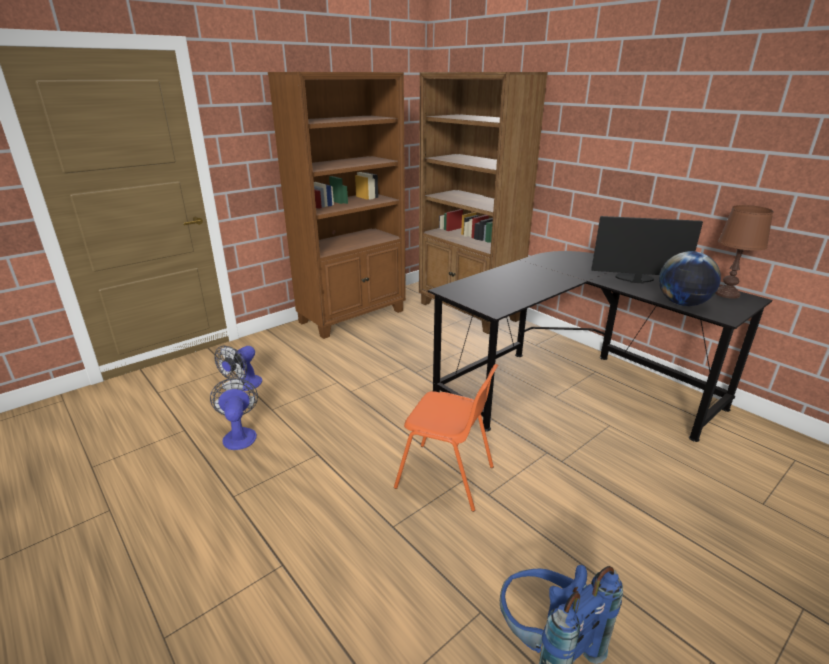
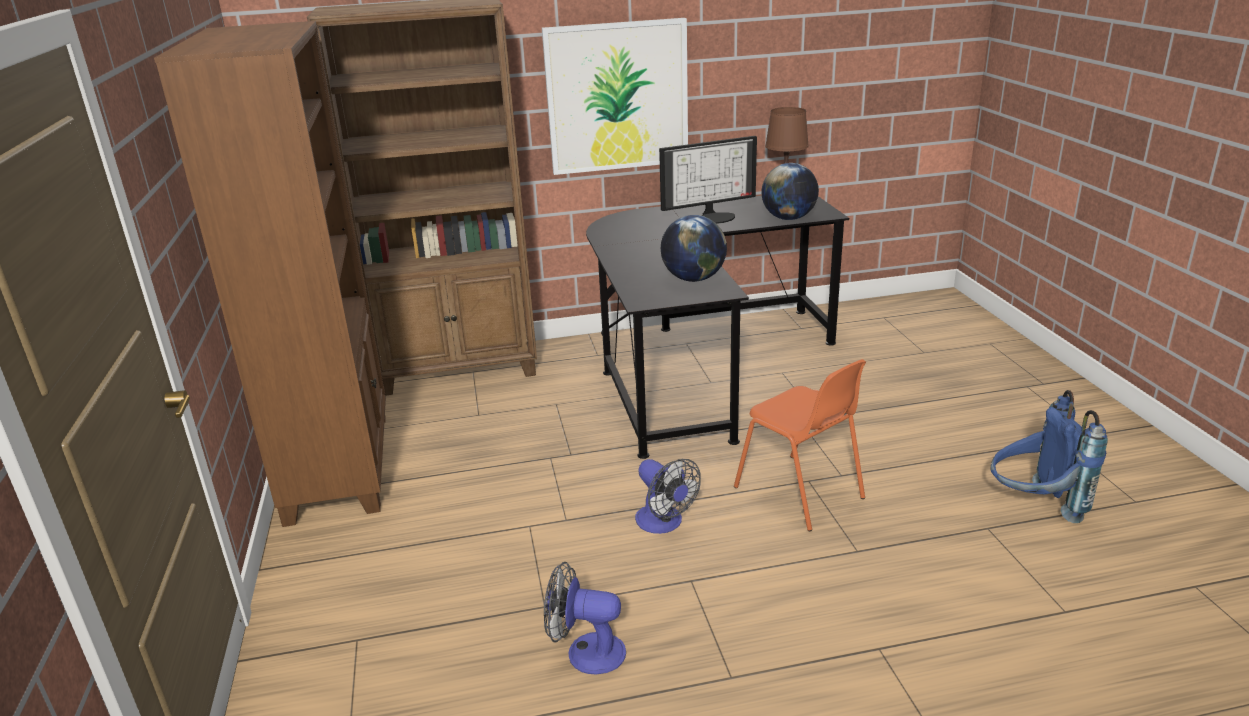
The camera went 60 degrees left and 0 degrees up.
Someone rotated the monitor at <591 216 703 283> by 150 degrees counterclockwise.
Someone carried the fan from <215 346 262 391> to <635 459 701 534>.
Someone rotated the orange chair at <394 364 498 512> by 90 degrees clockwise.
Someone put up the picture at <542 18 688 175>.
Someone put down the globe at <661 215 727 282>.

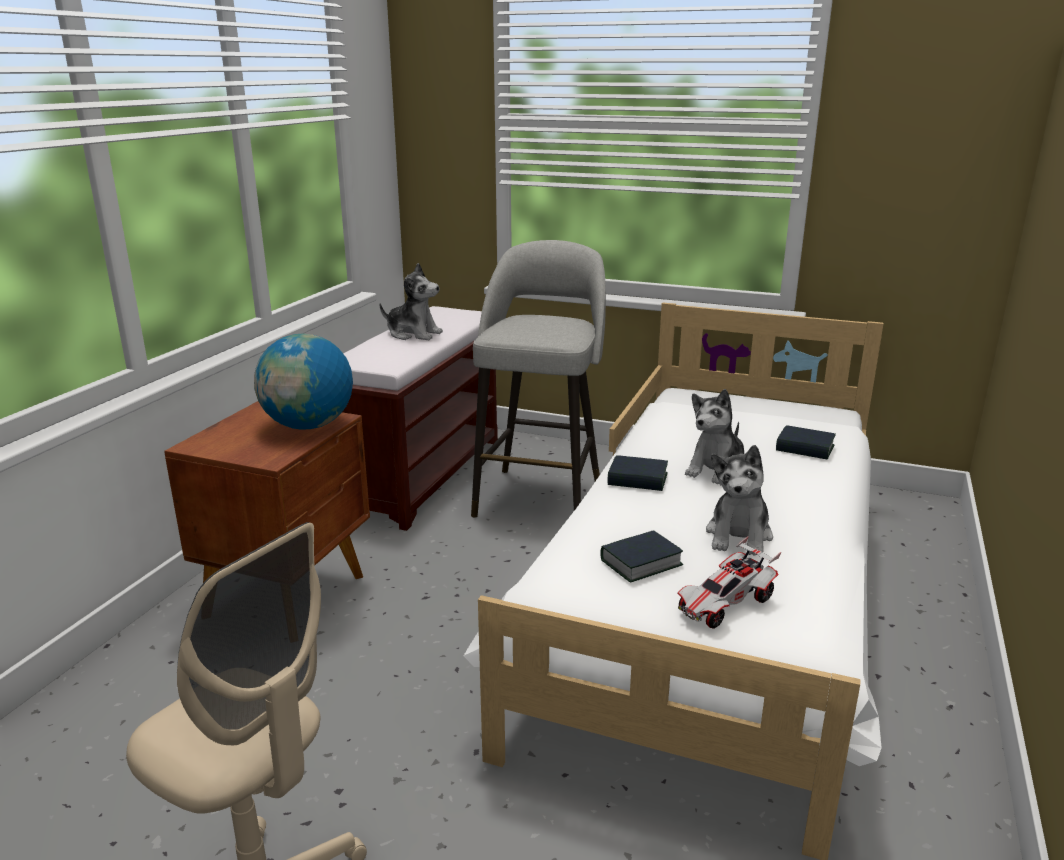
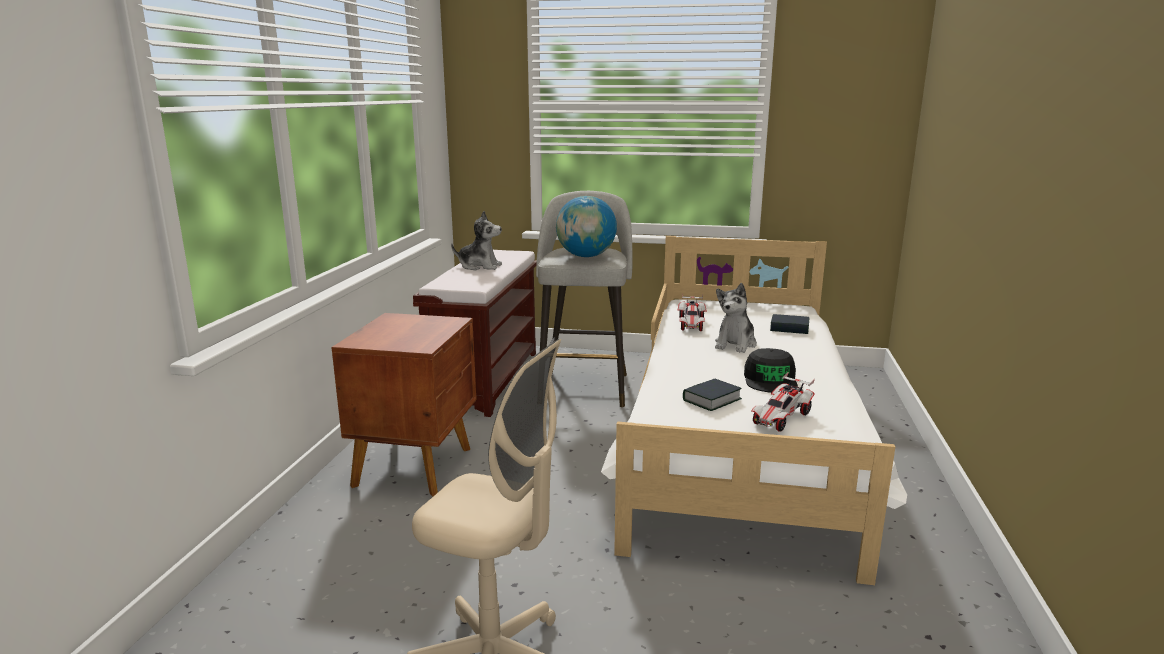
The camera went 10 degrees left and 5 degrees down.
Someone carried the globe from <254 334 353 430> to <556 196 617 257>.
Someone swapped the plush toy at <706 445 773 556> for the black cap at <744 348 798 393>.
Someone took away the book at <608 455 668 491>.
Someone put down the toy car at <678 293 707 331>.

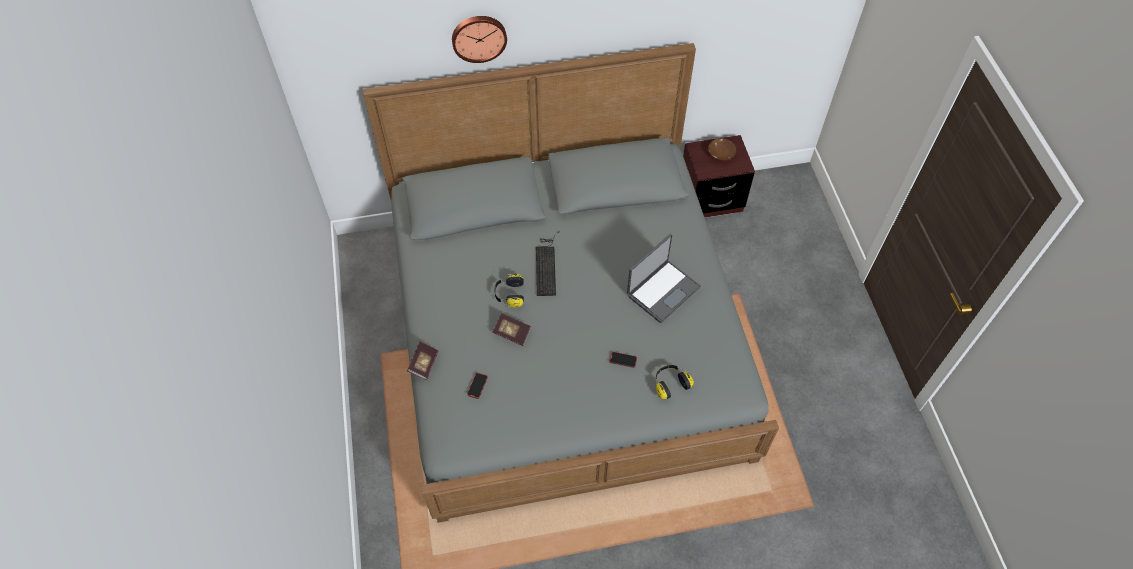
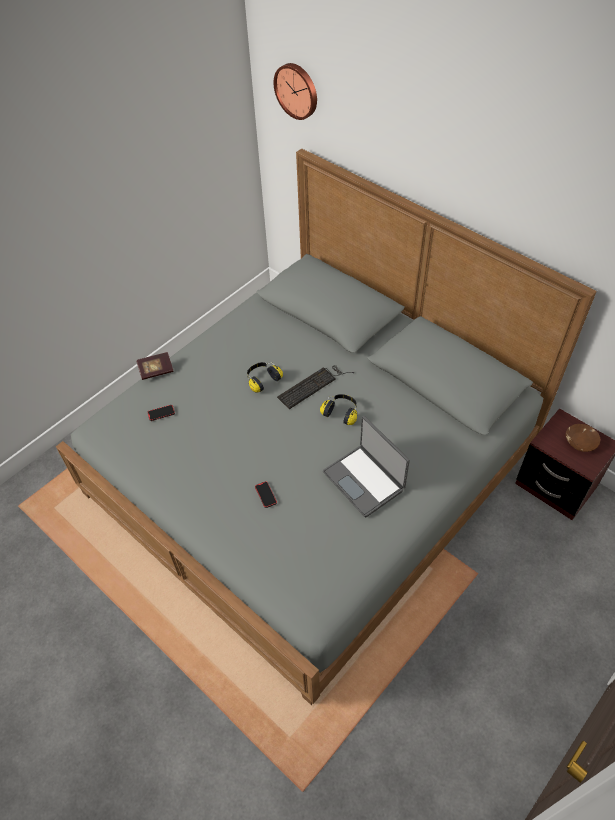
The camera went 55 degrees right and 5 degrees down.
Someone carried the wall clock from <452 16 507 63> to <274 63 317 120>.
Someone rotated the laptop at <627 234 701 323> by 45 degrees clockwise.
Someone took away the book at <493 313 531 346>.
Someone carried the headphones from <656 365 694 399> to <320 394 357 425>.

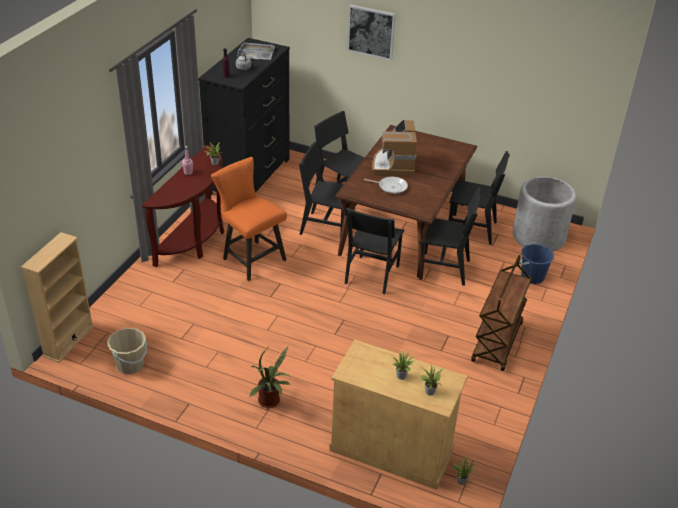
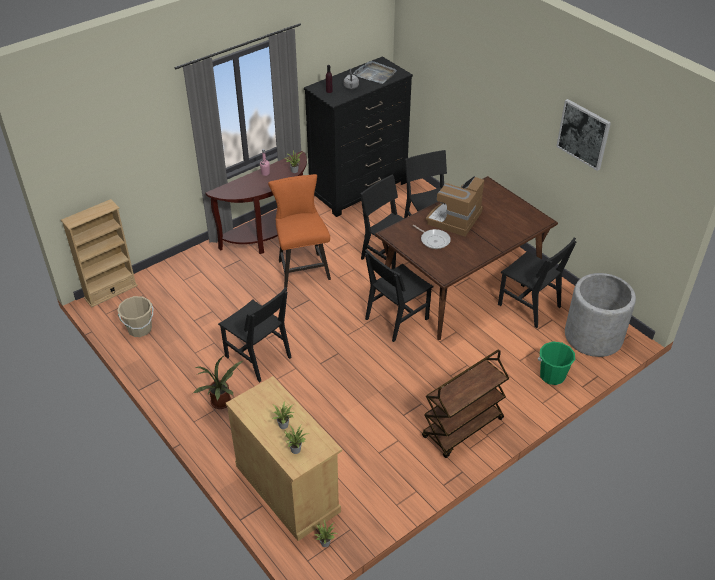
The camera went 30 degrees right and 5 degrees up.
Someone carried the picture from <347 4 396 60> to <556 99 611 171>.
Someone carried the black chair from <417 187 482 286> to <218 287 292 382>.
Someone repainted the blue bucket at <519 244 554 284>, which became the green bucket at <538 342 575 385>.

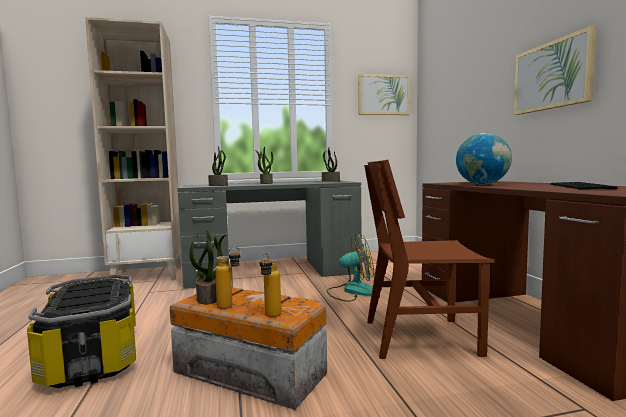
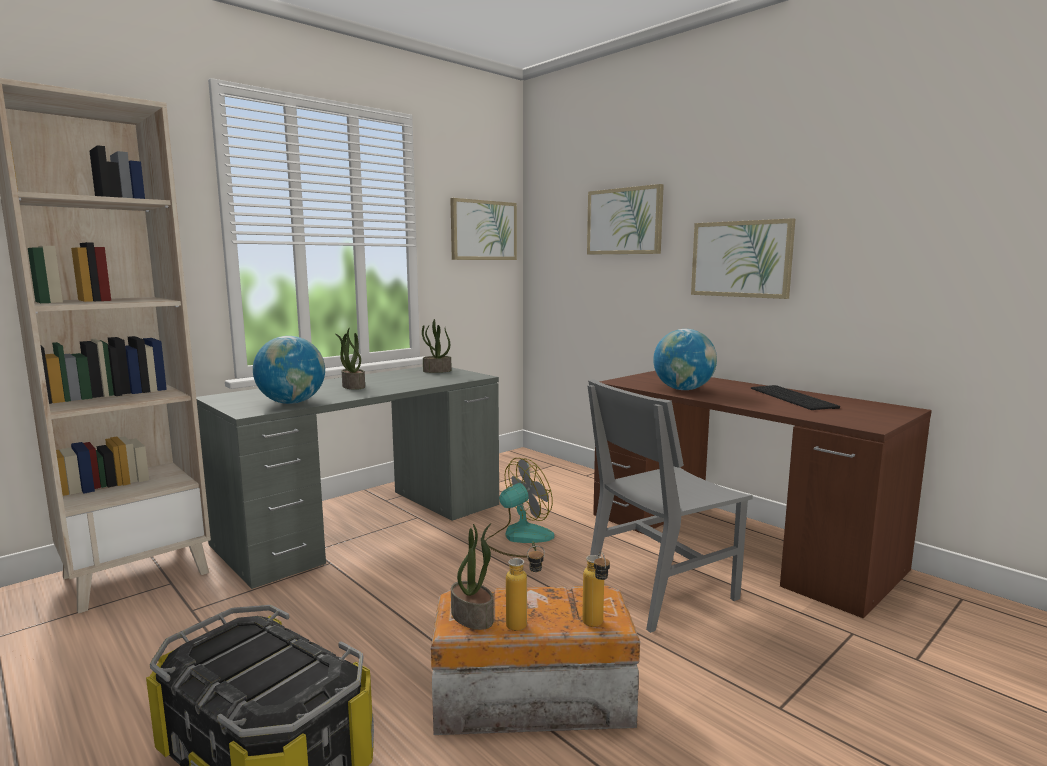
The camera went 30 degrees left and 5 degrees up.
Someone swapped the potted plant at <208 147 228 186> for the globe at <253 336 325 404>.
Someone repainted the brown chair at <364 160 495 359>, which became the grey chair at <588 379 753 633>.
Someone put up the picture at <587 184 664 254>.

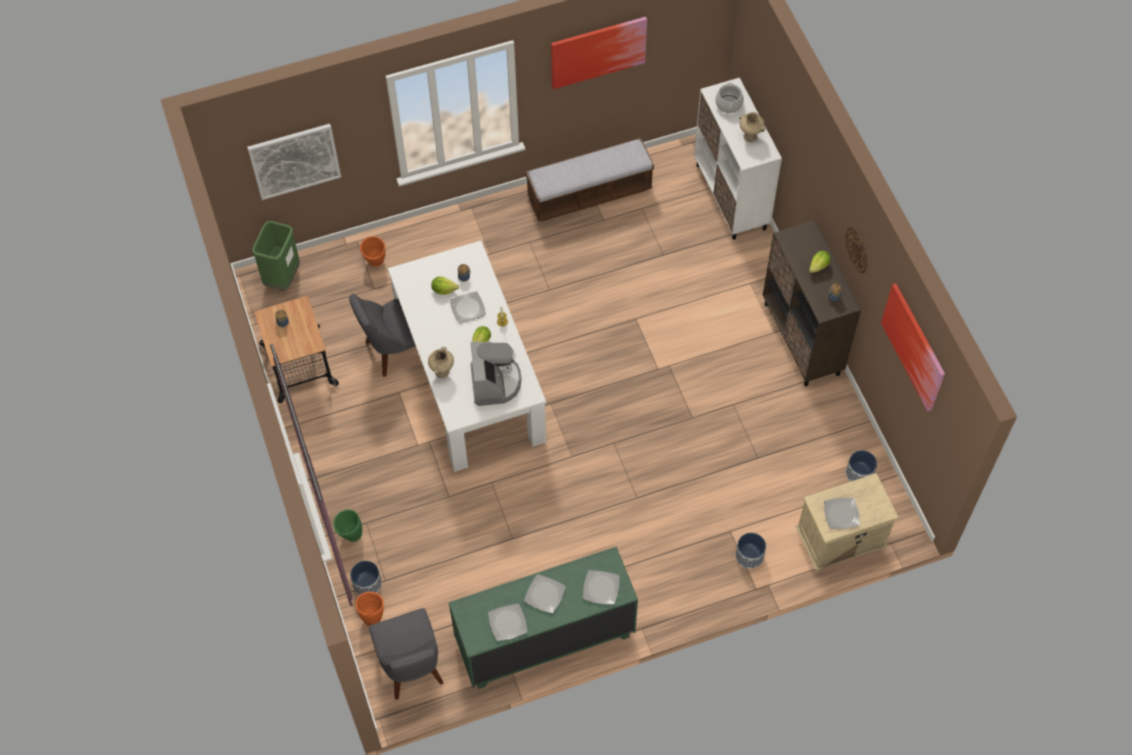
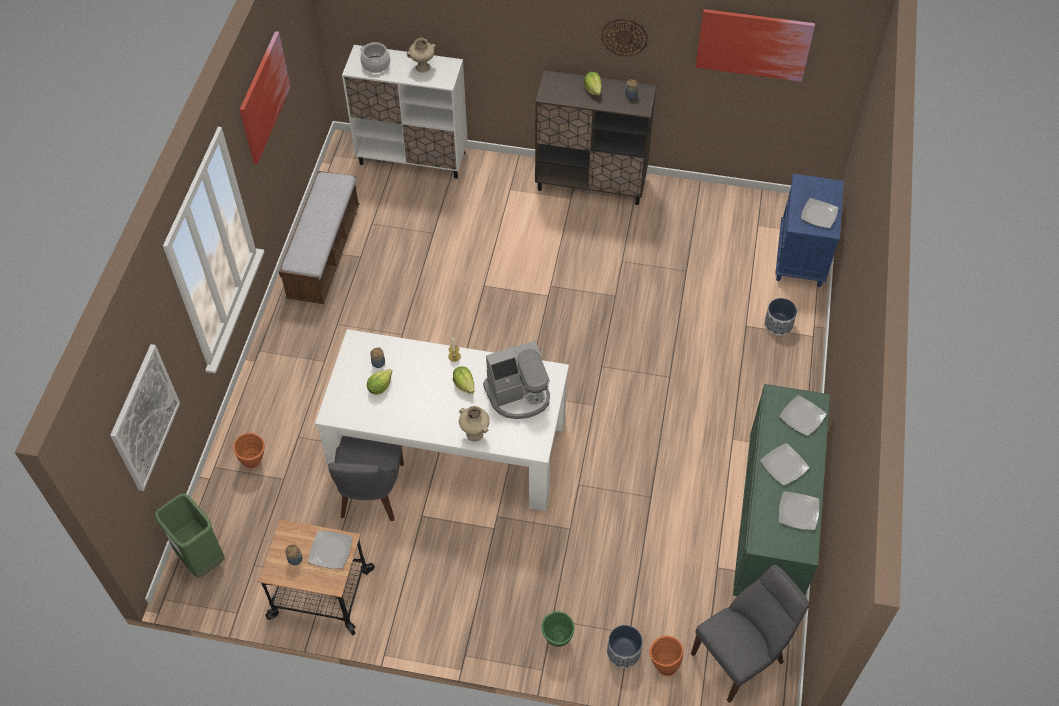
The camera went 60 degrees left and 5 degrees down.
Someone carried the plate from <450 291 486 323> to <308 530 352 569>.
Someone rotated the coffee machine at <470 342 522 406> by 135 degrees clockwise.
Someone took away the planter at <846 450 877 482>.
Someone repainted the beige nightstand at <795 473 899 572>, which became the blue nightstand at <775 174 844 287>.
Someone rotated the grey chair at <369 608 444 700> by 45 degrees counterclockwise.

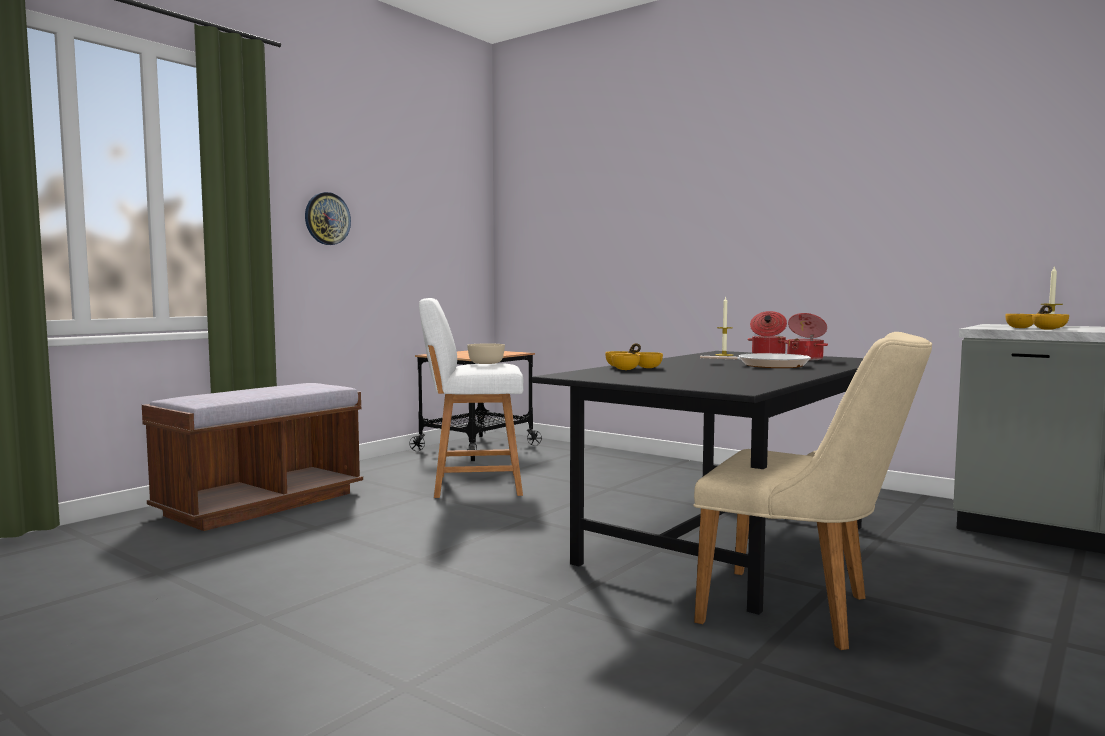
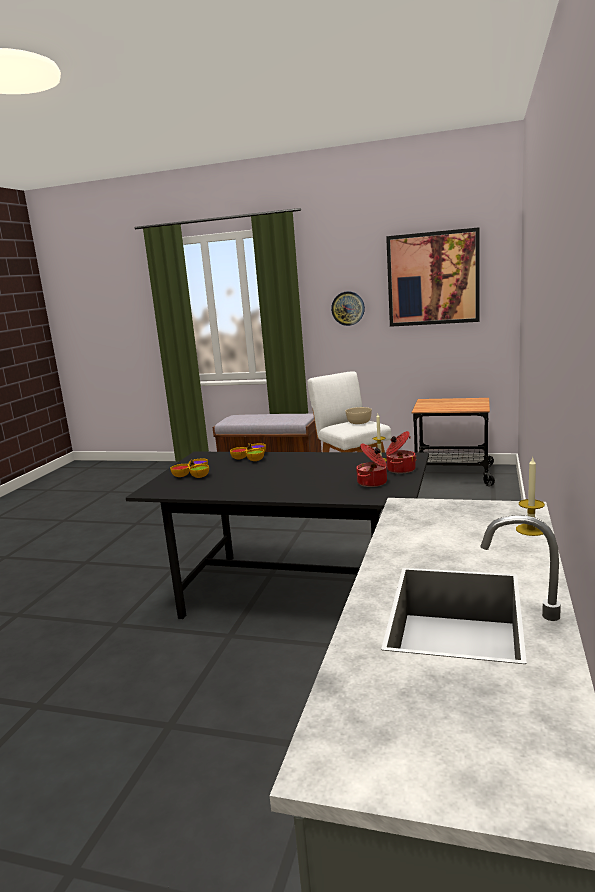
The camera went 70 degrees right and 10 degrees up.
Someone carried the bowl from <1005 305 1069 330> to <170 458 209 478>.
Someone took away the beige chair at <693 332 932 650>.
Someone took away the frying pan at <700 353 811 368>.
Someone put up the picture at <386 227 479 327>.

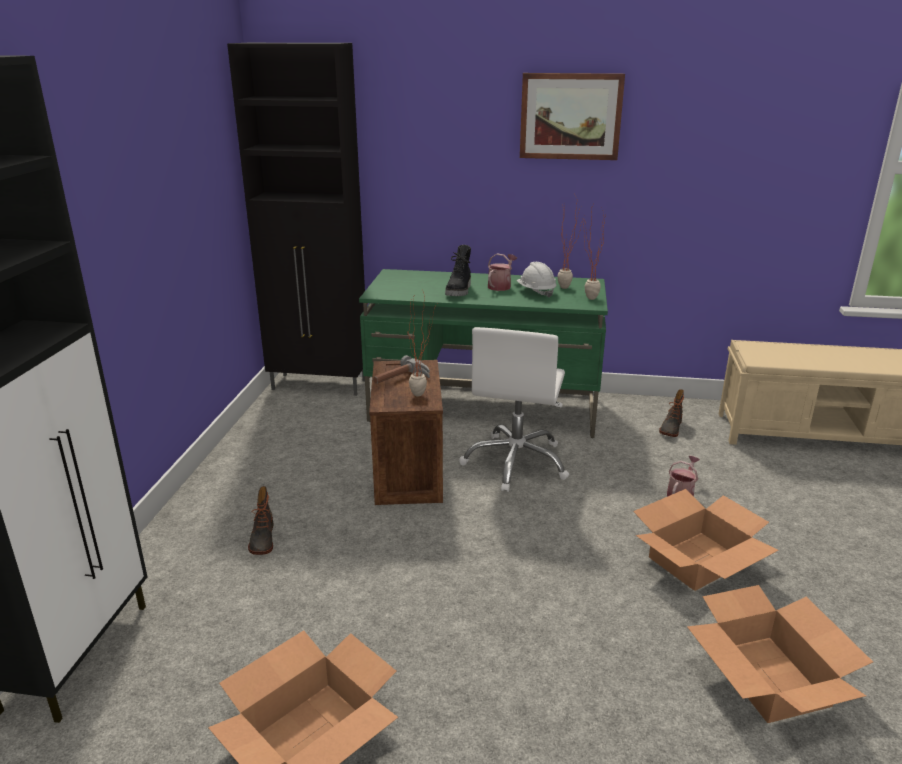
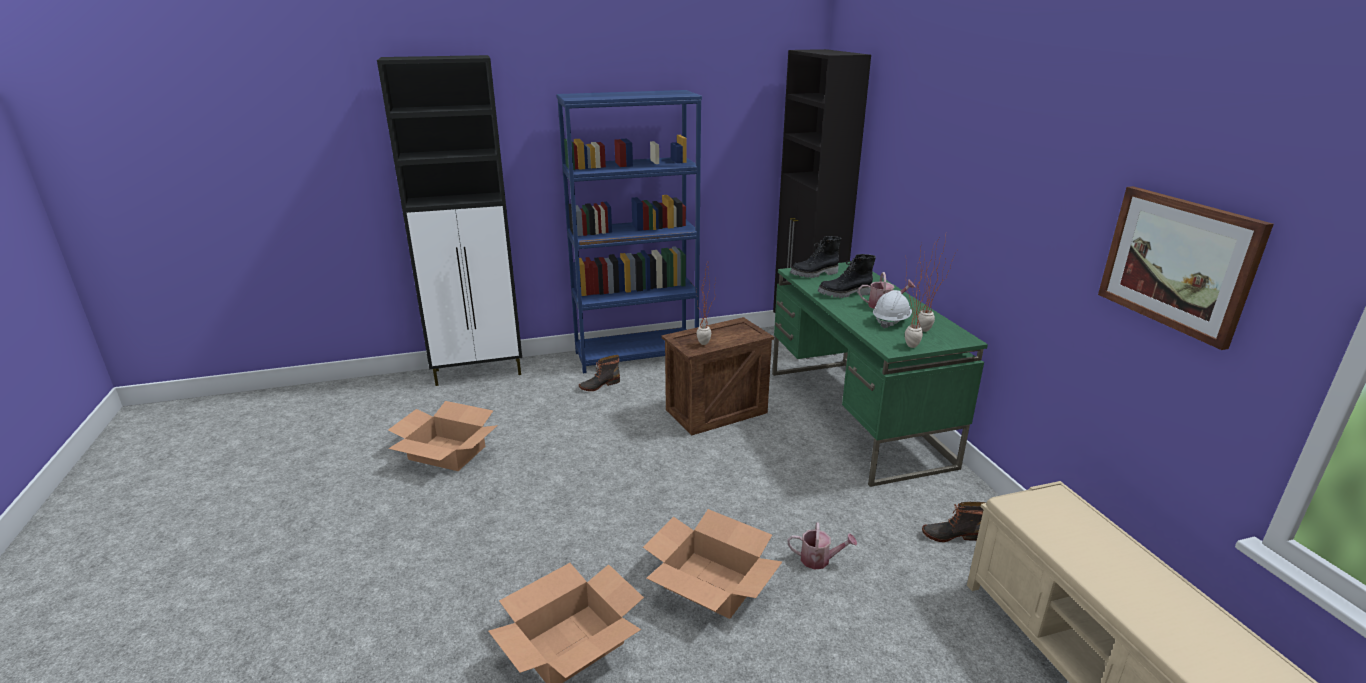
The camera went 65 degrees right and 0 degrees up.
Someone carried the picture from <520 73 625 160> to <1098 186 1274 350>.
Someone took away the white office chair at <459 327 569 492>.
Someone took away the hammer at <373 355 430 384>.
Someone put down the blue bookcase at <556 90 702 373>.
Someone put down the black boot at <790 236 841 278>.

